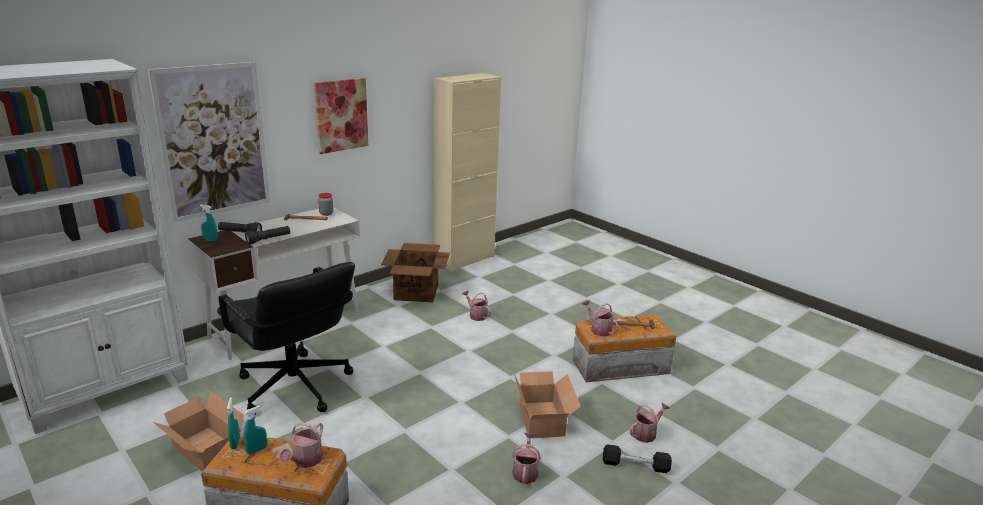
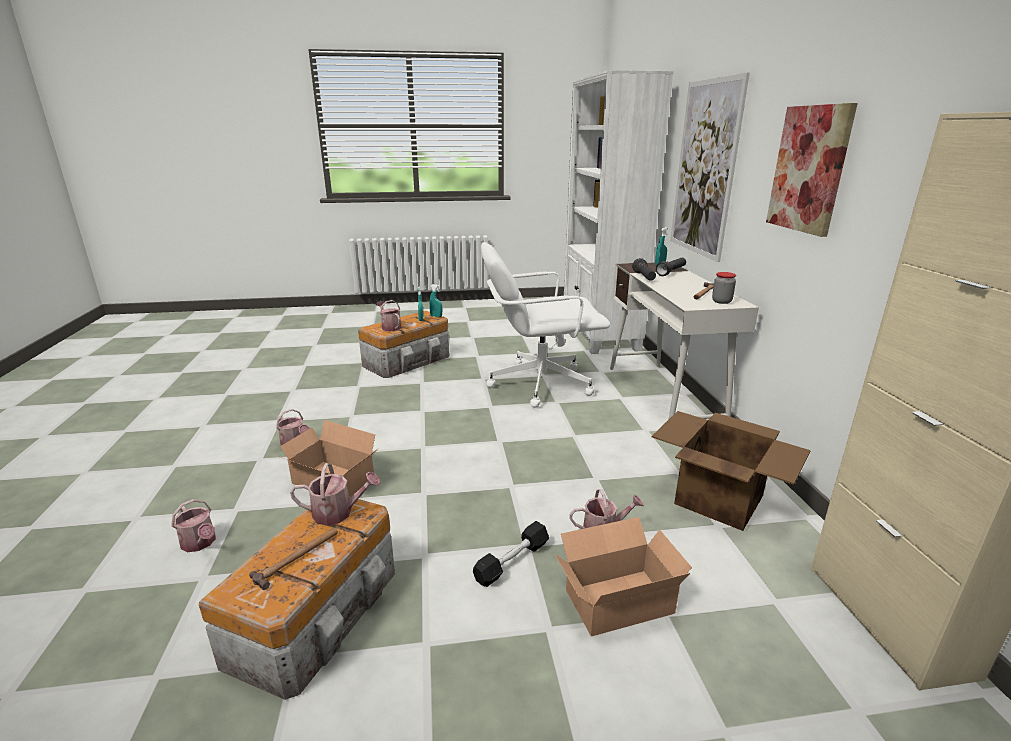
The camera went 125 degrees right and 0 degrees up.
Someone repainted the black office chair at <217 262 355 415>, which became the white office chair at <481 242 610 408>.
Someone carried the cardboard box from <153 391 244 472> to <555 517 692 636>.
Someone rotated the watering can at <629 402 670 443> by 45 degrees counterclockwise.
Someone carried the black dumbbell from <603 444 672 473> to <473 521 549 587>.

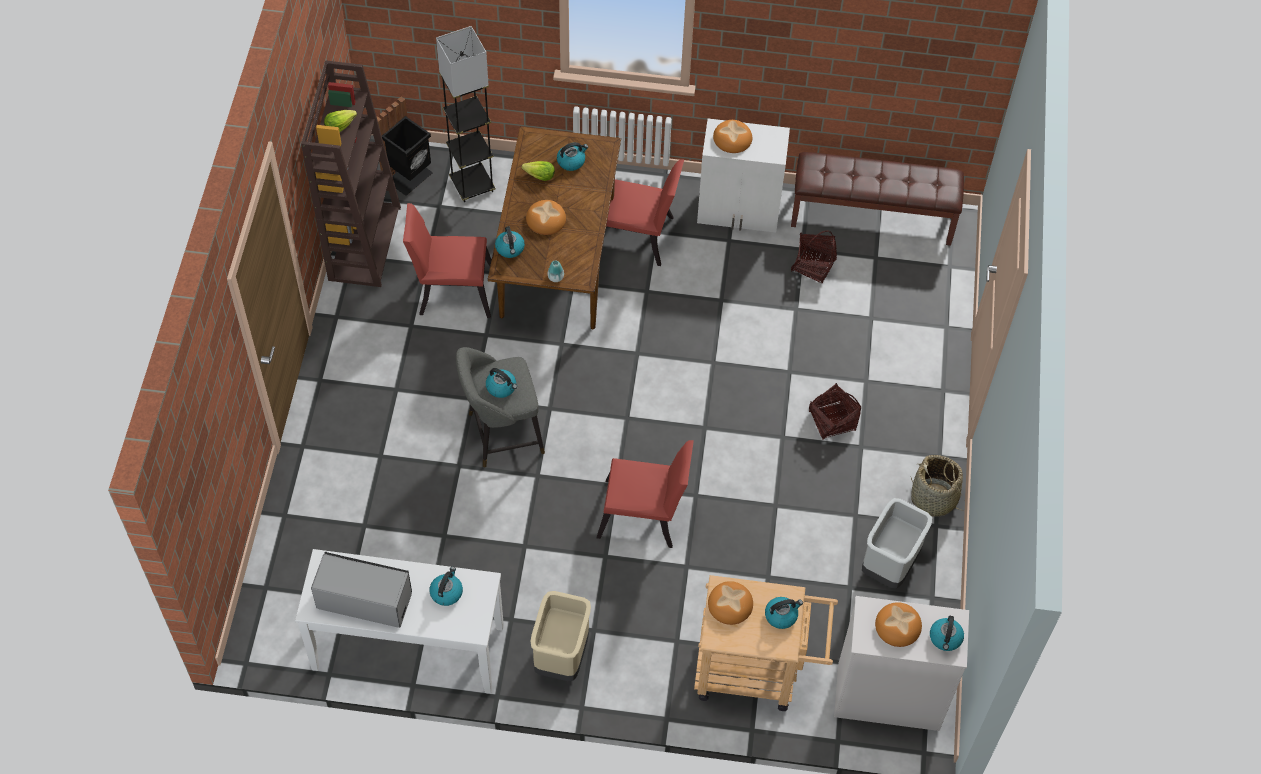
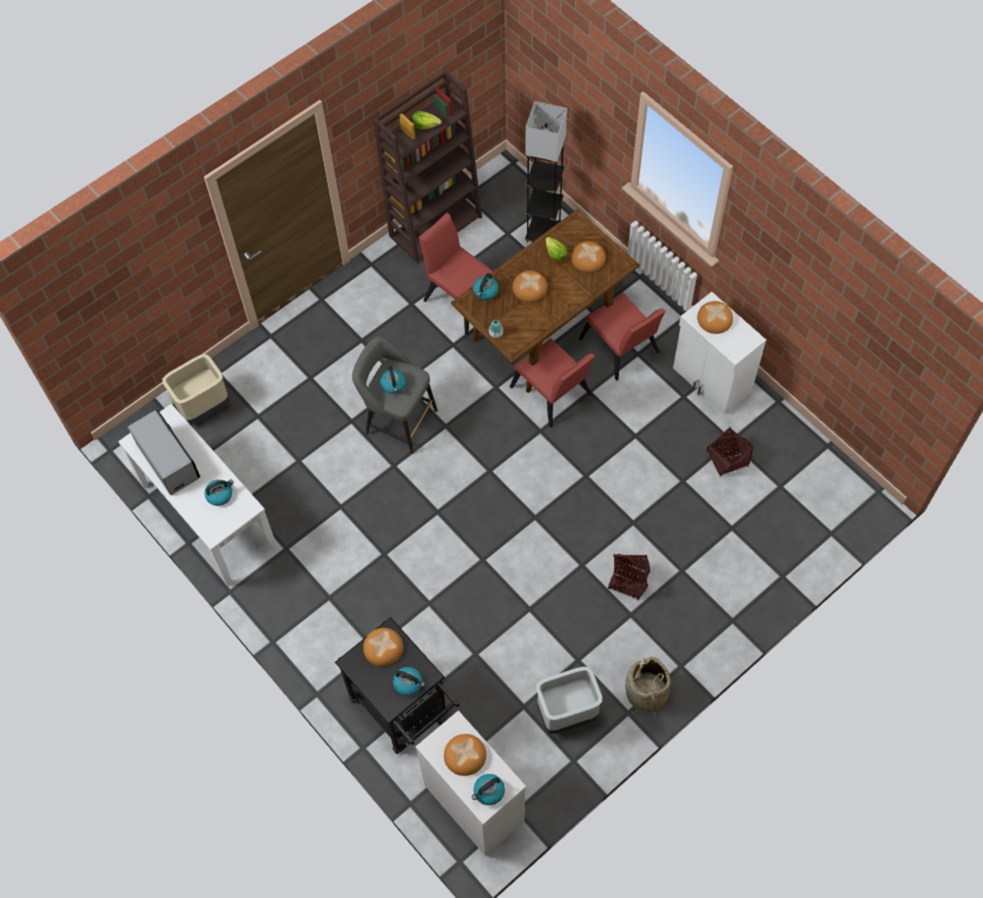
The camera went 45 degrees right and 5 degrees up.
Someone took away the black trash can at <377 97 433 196>.
Someone swapped the kettle at <557 142 588 171> for the bread at <571 241 606 272>.
Someone took away the brown bench at <791 152 964 246>.
Someone carried the red chair from <597 440 694 548> to <510 338 595 428>.
Someone repainted the beige cart at <694 575 838 711>, which became the black cart at <335 617 460 754>.
Someone carried the beige trash can from <530 591 591 681> to <162 354 230 425>.

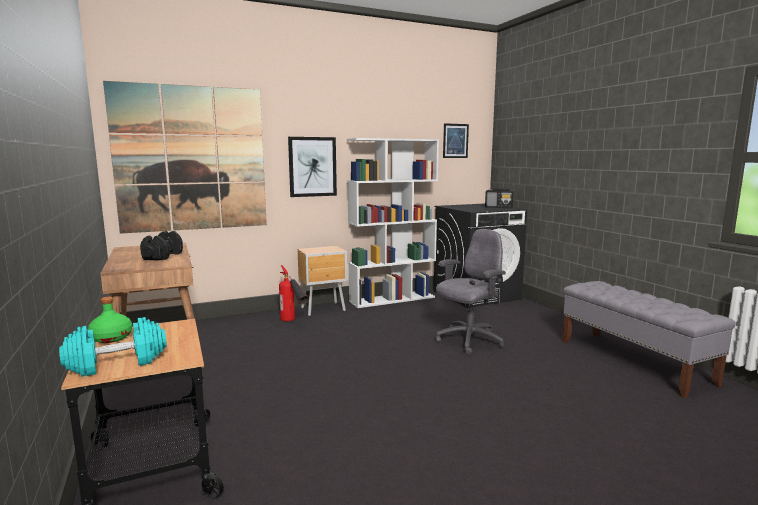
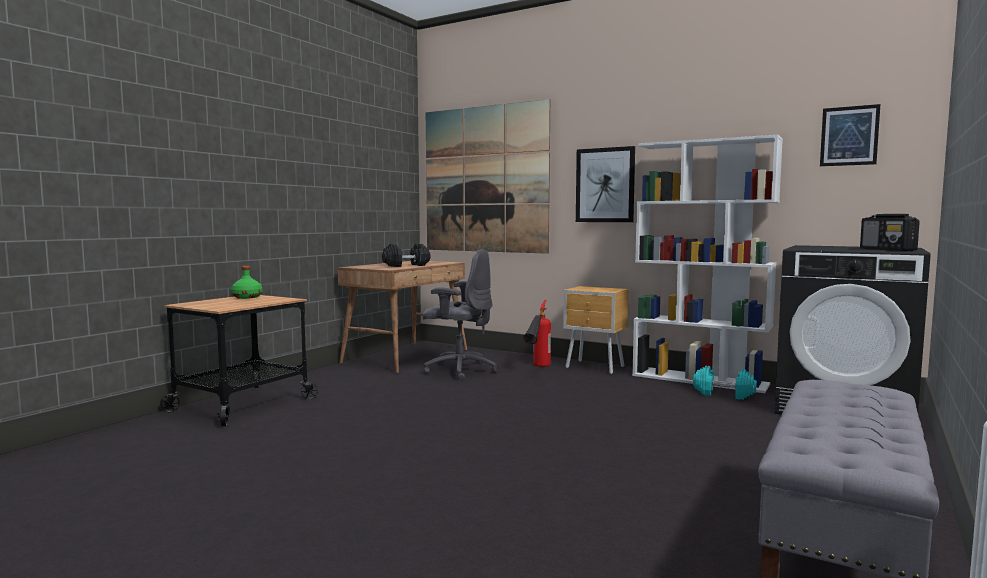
The camera went 55 degrees right and 5 degrees down.
Someone carried the grey office chair from <436 229 506 355> to <423 249 498 380>.
Someone carried the turquoise dumbbell from <59 317 167 377> to <693 366 757 400>.

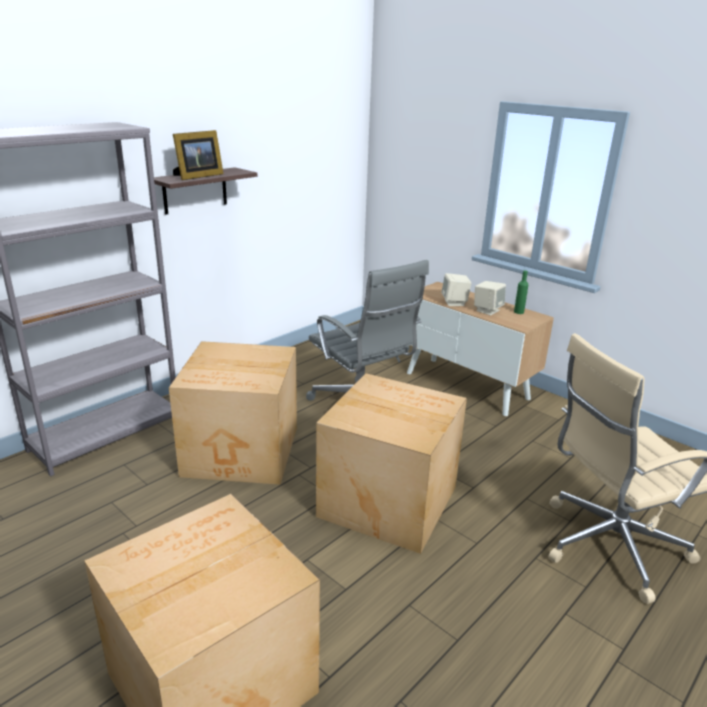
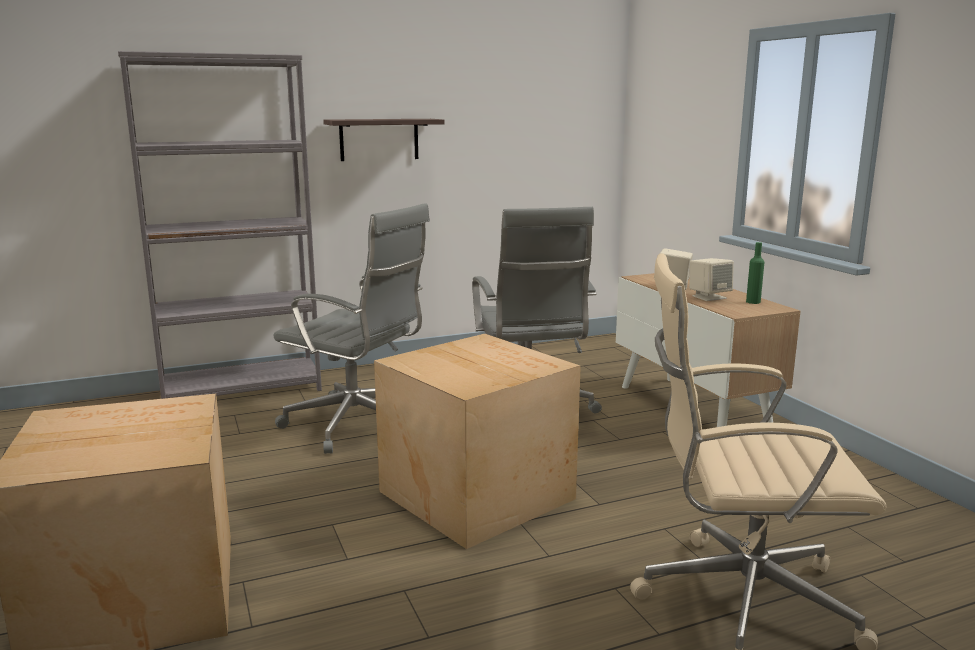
The camera went 25 degrees right and 10 degrees down.
Someone took away the picture frame at <173 130 224 180>.
Someone swapped the cardboard box at <169 341 297 485> for the grey office chair at <273 203 430 454>.

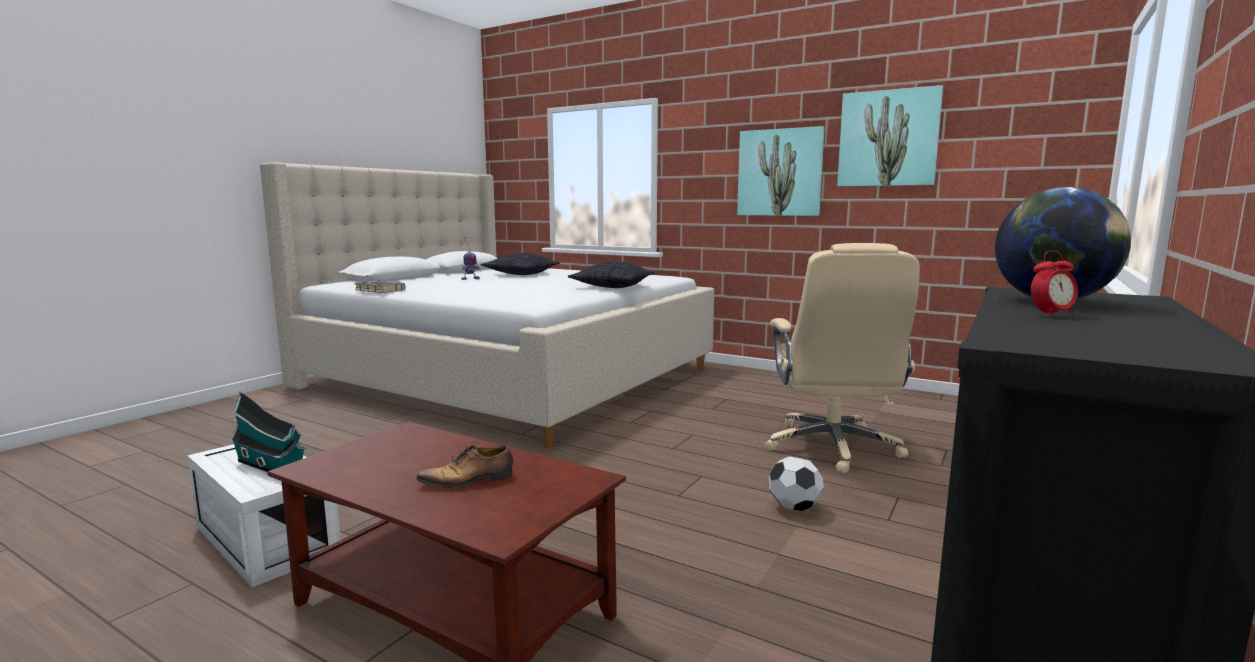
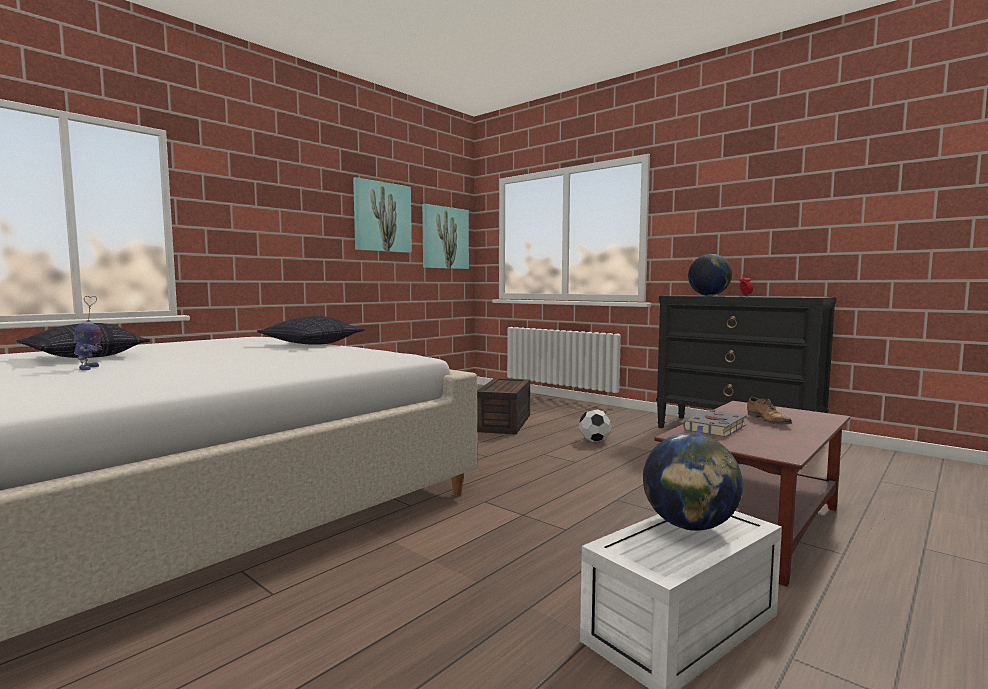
The camera went 80 degrees left and 5 degrees down.
Someone carried the picture from <737 126 825 216> to <422 204 469 269>.
Someone swapped the beige office chair at <765 243 920 473> for the brown storage box at <477 378 530 435>.
Someone carried the grey book from <354 281 405 293> to <683 410 747 437>.
Someone swapped the toy house at <230 391 306 472> for the globe at <643 433 743 531>.

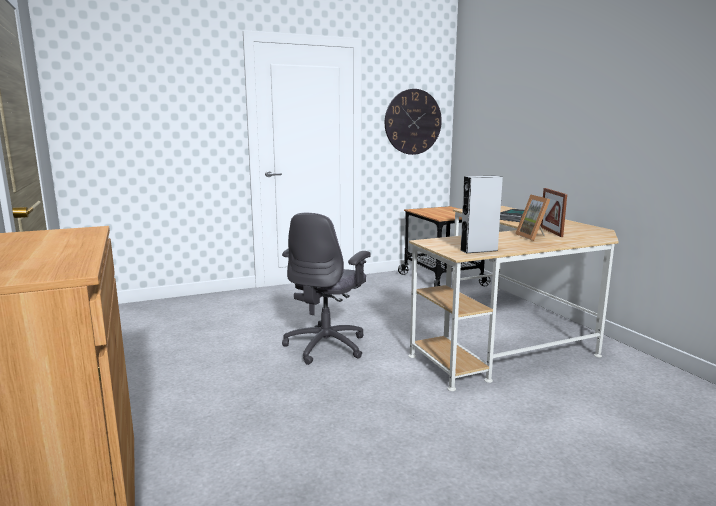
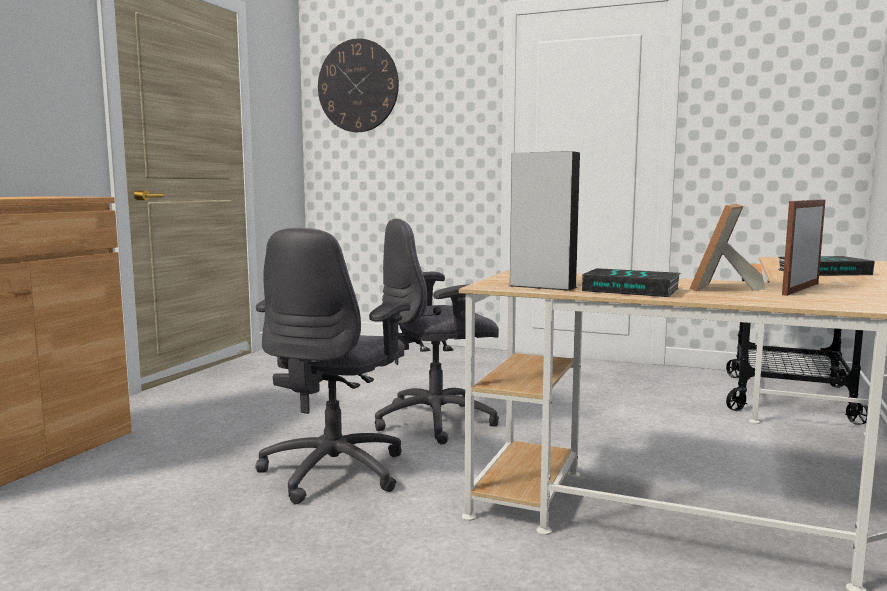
The camera went 45 degrees right and 5 degrees down.
Someone carried the wall clock from <385 89 442 155> to <318 38 399 132>.
Someone put down the grey office chair at <255 228 410 504>.
Someone put down the book at <582 268 681 297>.

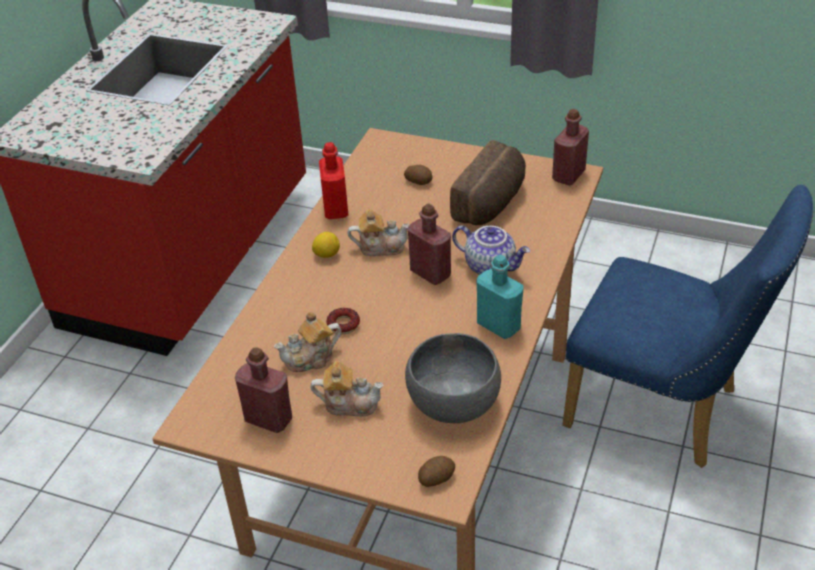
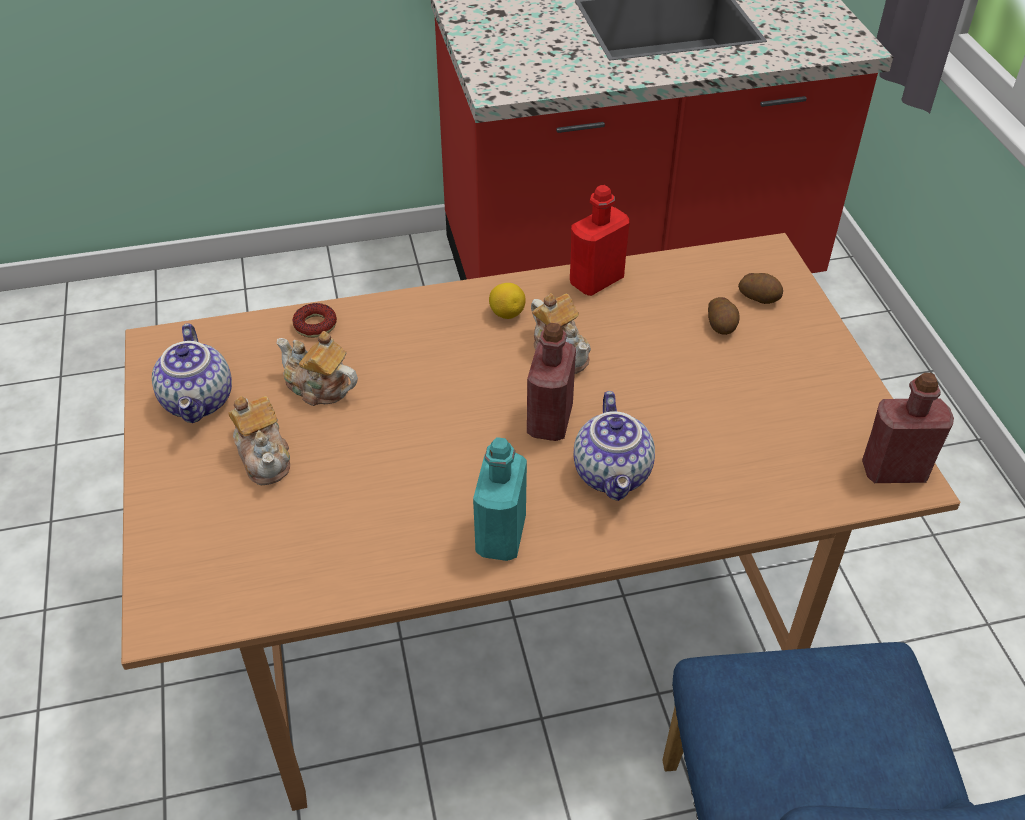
The camera went 55 degrees right and 5 degrees up.
Someone took away the bread at <450 140 526 225>.
Someone carried the donut from <326 308 360 334> to <292 303 337 338>.
Someone took away the grey bowl at <405 333 501 423>.
Someone swapped the red bottle at <235 347 292 433> for the teapot at <152 324 232 423>.
Someone carried the potato from <418 456 455 487> to <738 273 783 304>.

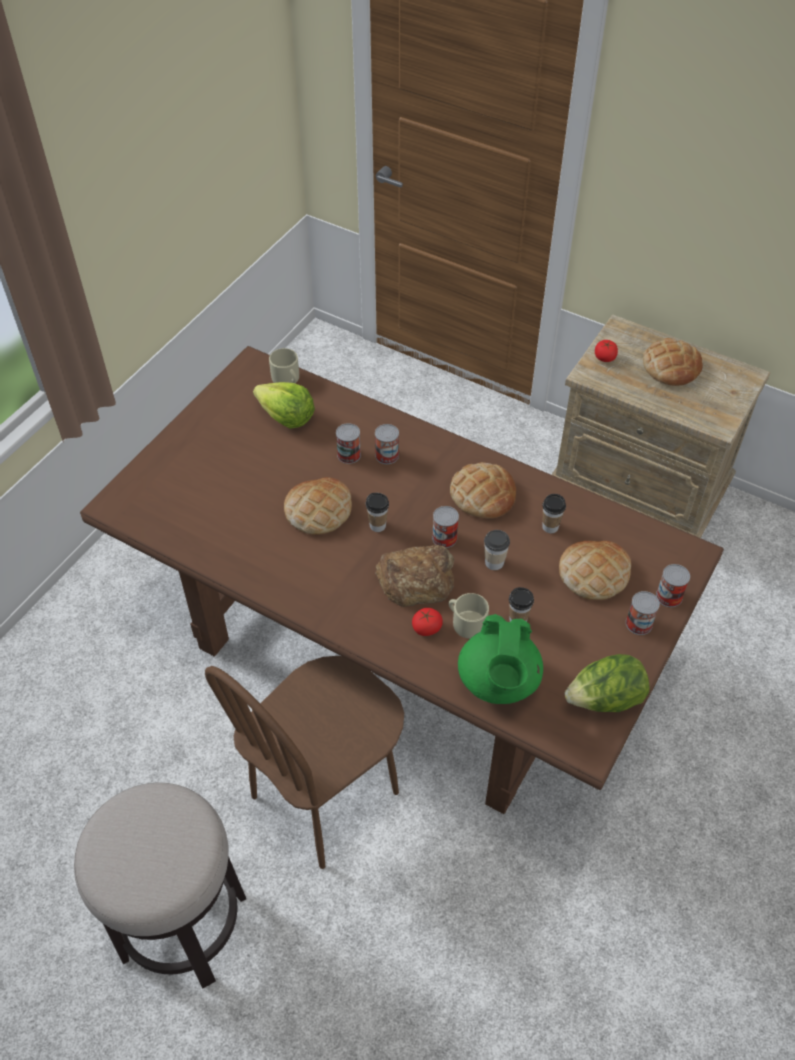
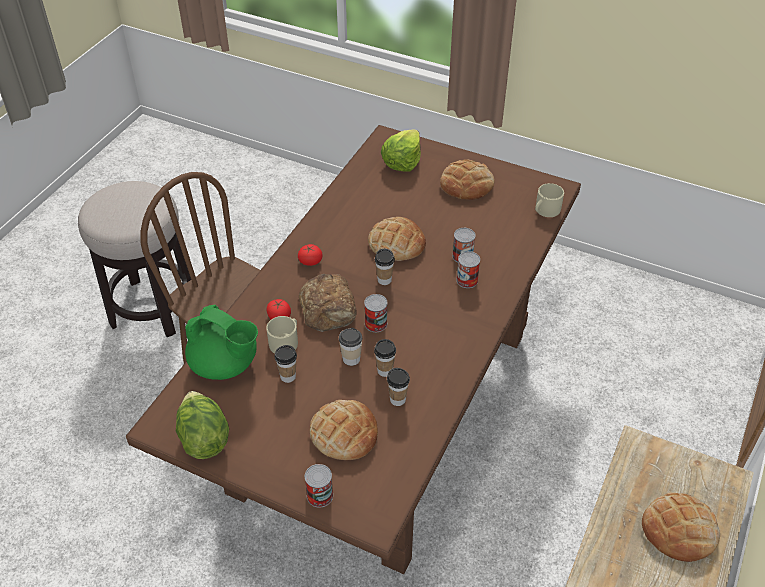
The camera went 85 degrees right and 5 degrees down.
Someone carried the tomato from <595 340 618 362> to <298 244 323 266>.
Someone carried the lettuce from <253 382 315 429> to <381 129 421 171>.
Someone carried the bread from <450 462 516 519> to <440 159 494 200>.
Someone took away the can at <626 591 660 635>.
Someone rotated the green teapot at <458 614 543 704> by 150 degrees counterclockwise.
Someone put down the cup at <374 339 396 377>.

